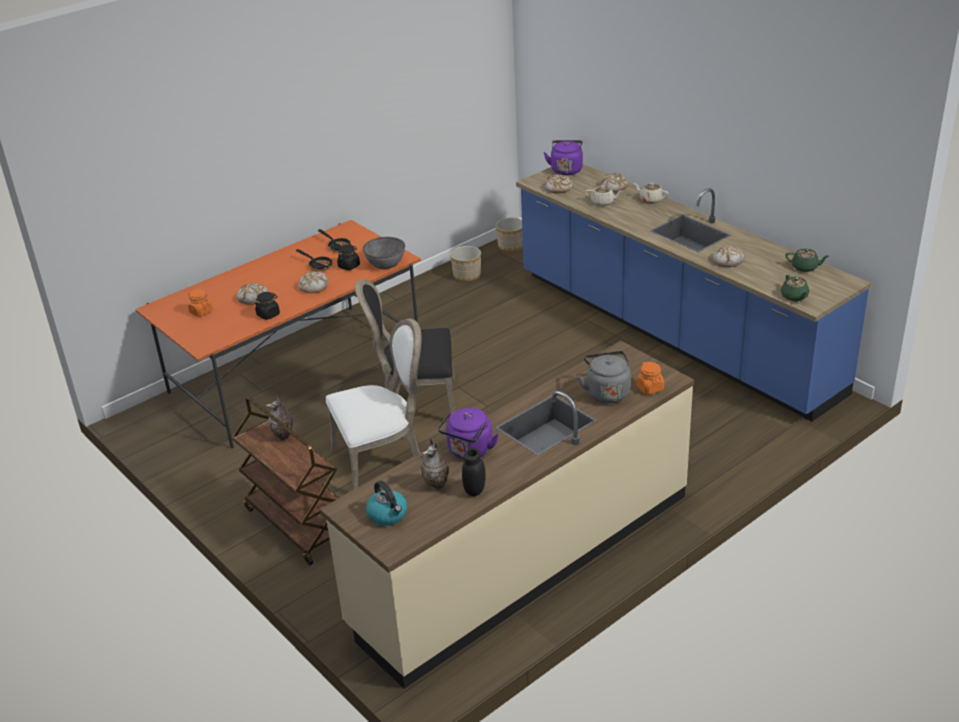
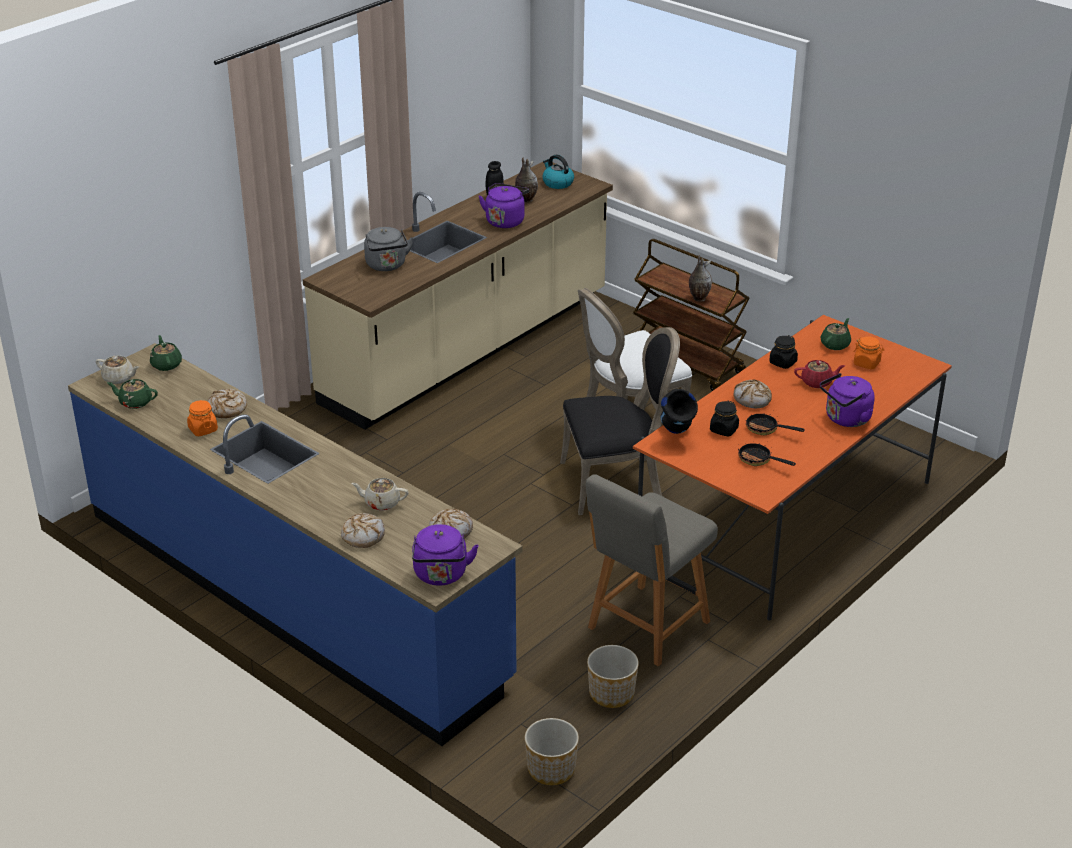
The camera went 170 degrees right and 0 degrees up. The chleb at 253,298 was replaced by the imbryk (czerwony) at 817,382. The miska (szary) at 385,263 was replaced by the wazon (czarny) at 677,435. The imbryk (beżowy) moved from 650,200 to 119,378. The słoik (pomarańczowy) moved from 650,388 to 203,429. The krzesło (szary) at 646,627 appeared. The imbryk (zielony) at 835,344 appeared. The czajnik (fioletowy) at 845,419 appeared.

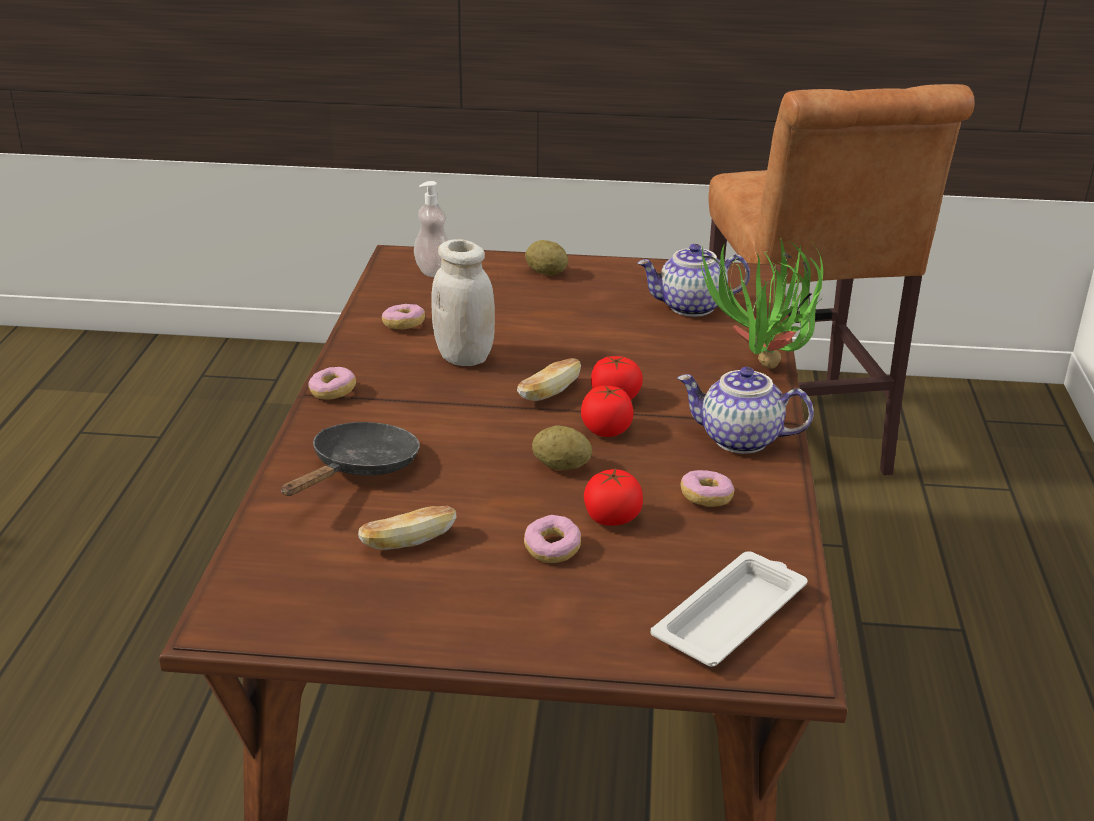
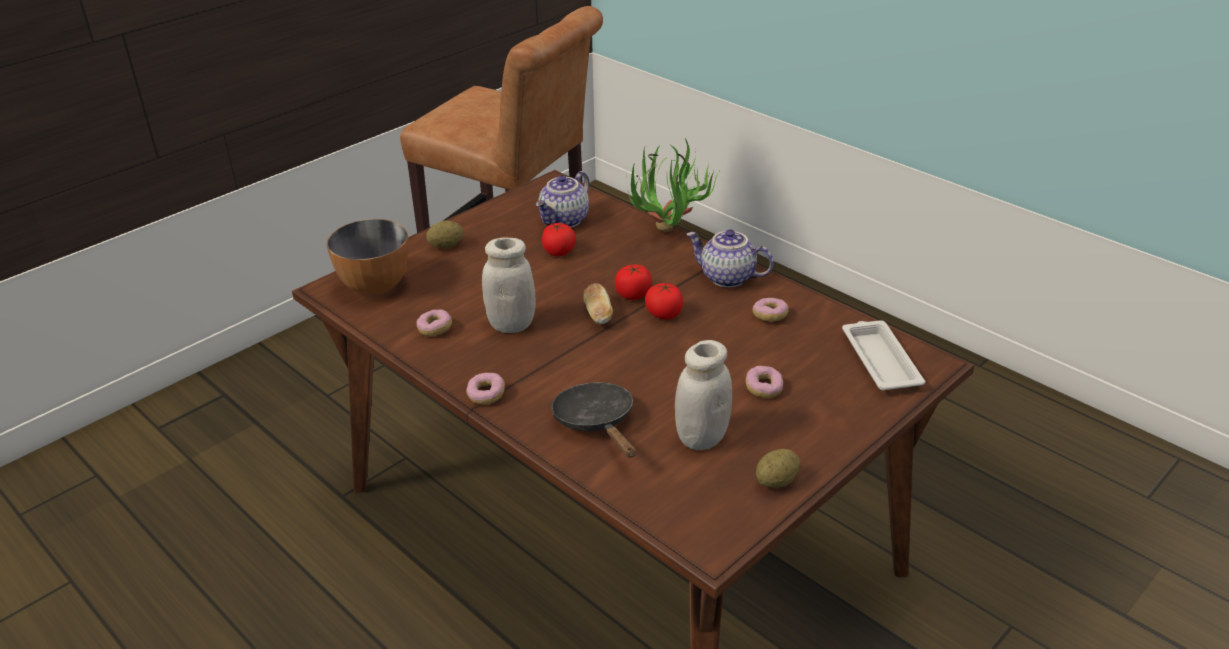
The camera went 50 degrees left and 5 degrees up. The chleb at 408,542 was replaced by the słoik (biały) at 701,437. The dozownik mydła at 433,271 was replaced by the miska at 376,285. The ziemniak moved from 561,466 to 776,481. The pomidor moved from 612,518 to 559,252. The imbryk at 739,440 turned 60 degrees clockwise.

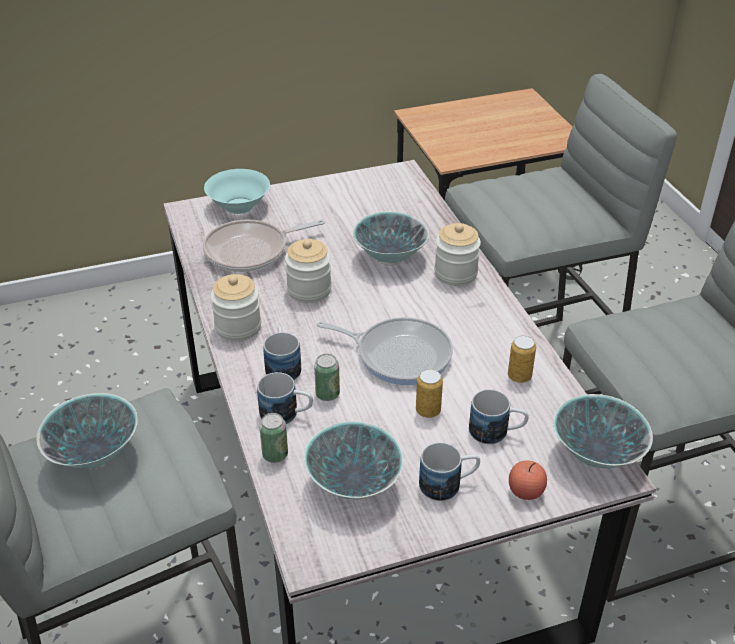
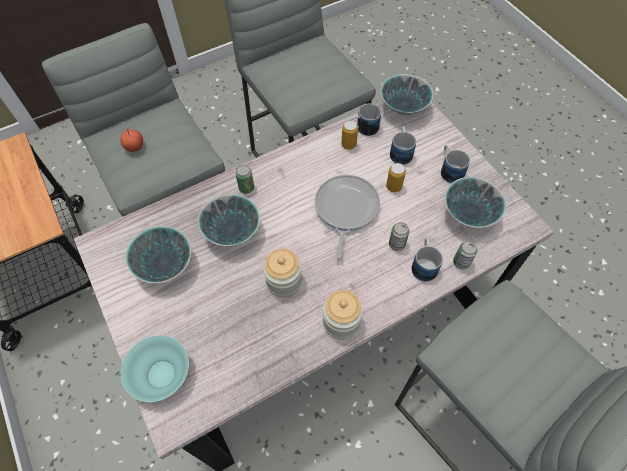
The camera went 100 degrees left and 20 degrees up. The miska moved from 96,456 to 164,265. The patelnia at 251,251 disappeared. The kubek moved from 282,366 to 363,129. The słoik at 455,273 was replaced by the puszka at 246,188. The jabłko moved from 525,491 to 134,147.

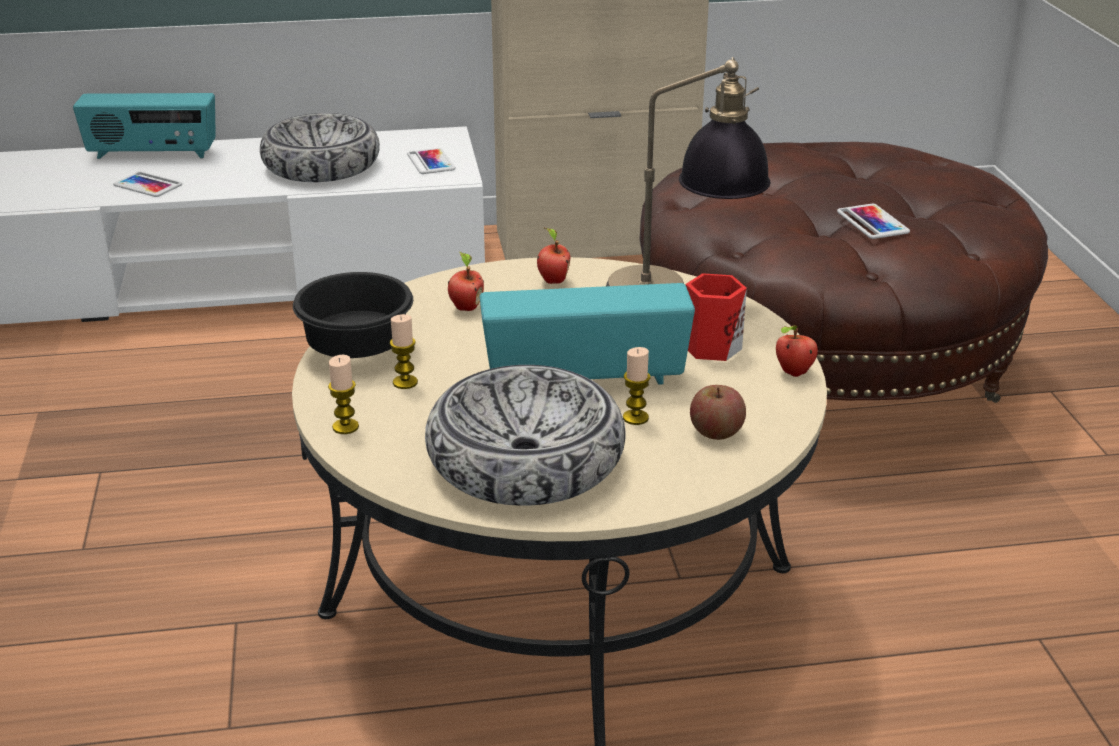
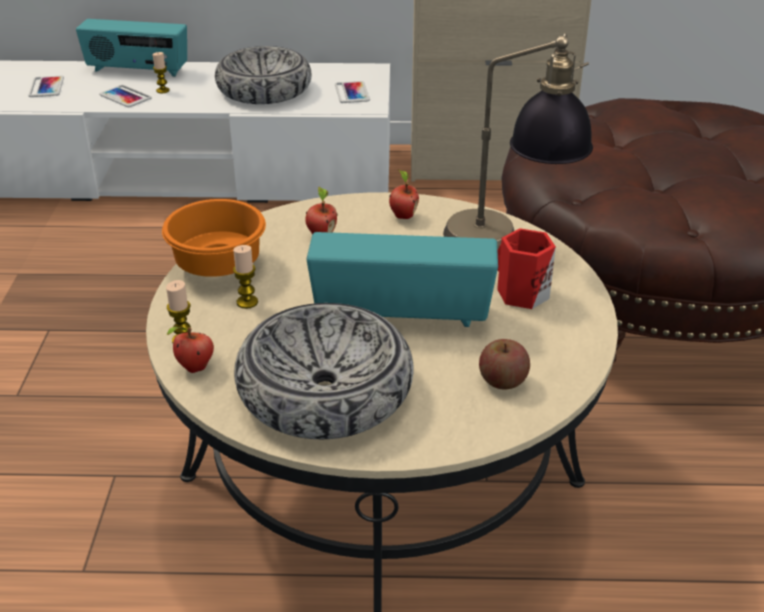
The camera went 10 degrees right and 5 degrees up. The miska (czarny) at 354,350 became the miska (pomarańczowy) at 215,267. The świeca moved from 635,418 to 163,90. The jabłko moved from 794,373 to 194,368. The telefon moved from 872,222 to 46,87.

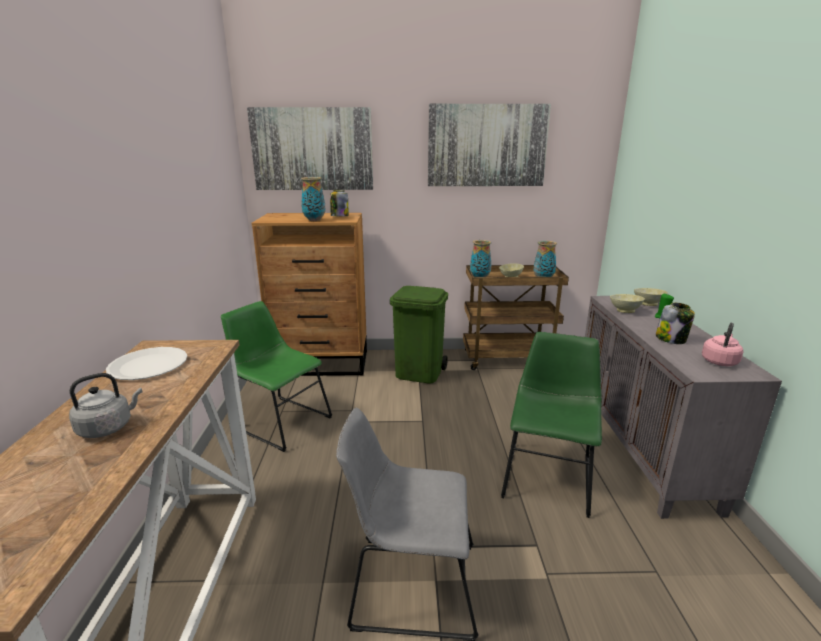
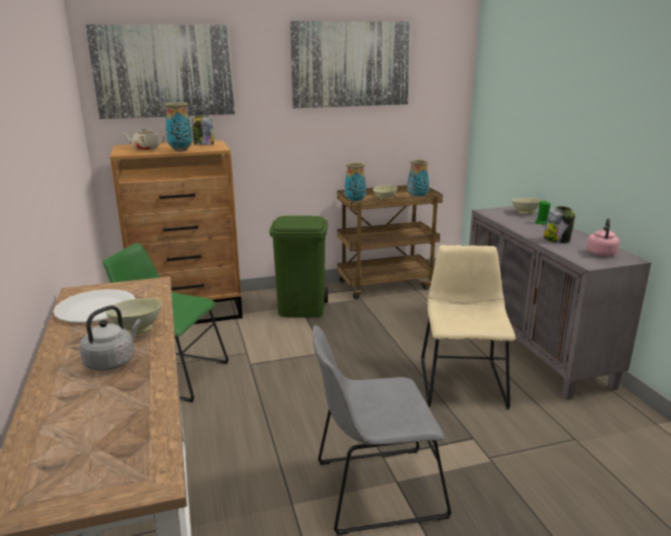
The camera went 15 degrees left and 0 degrees up. The krzesło (zielony) at 547,474 became the krzesło (beżowy) at 461,380. The miska (beżowy) moved from 625,311 to 138,329. The imbryk (beżowy) at 145,149 appeared.

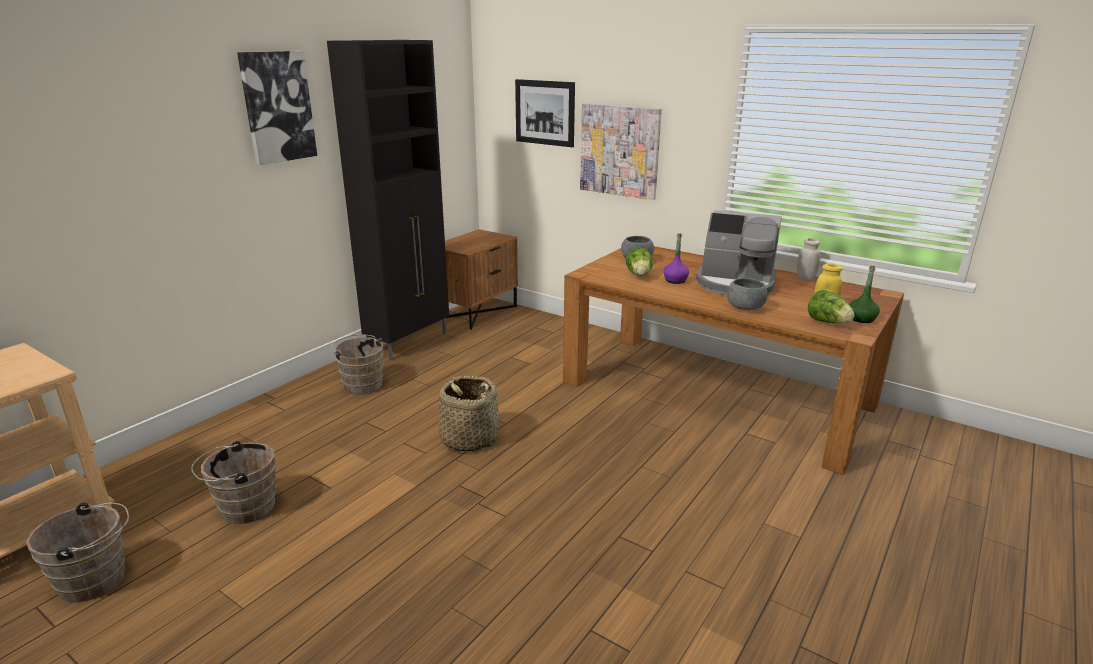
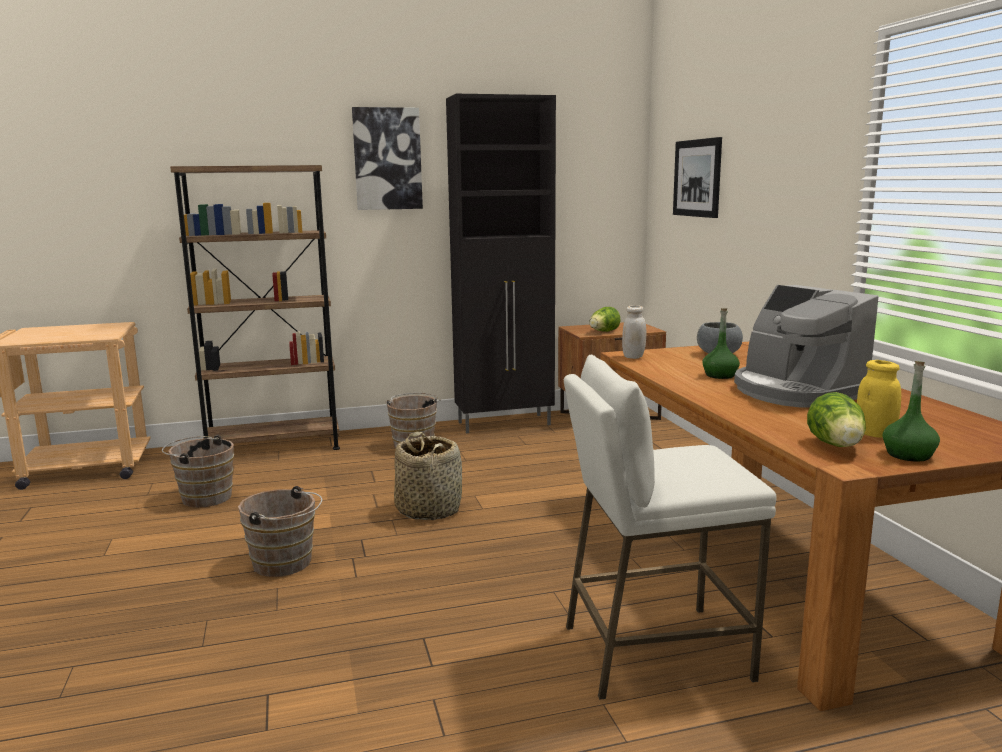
The camera went 40 degrees right and 10 degrees down. The wiadro (brązowy) moved from 98,579 to 286,564. The obraz at 619,151 disappeared. The sałata moved from 639,275 to 603,332. The butelka (fioletowy) at 675,280 became the butelka (zielony) at 720,375. The miska (szary) at 745,308 disappeared. The słoik (biały) moved from 805,278 to 633,357. The regał (brązowy) at 274,446 appeared. The stołek (biały) at 654,652 appeared.

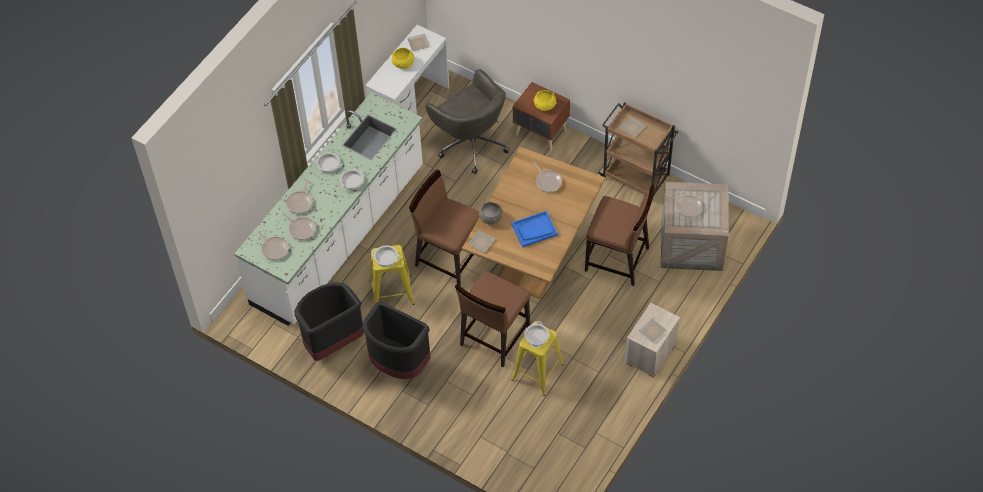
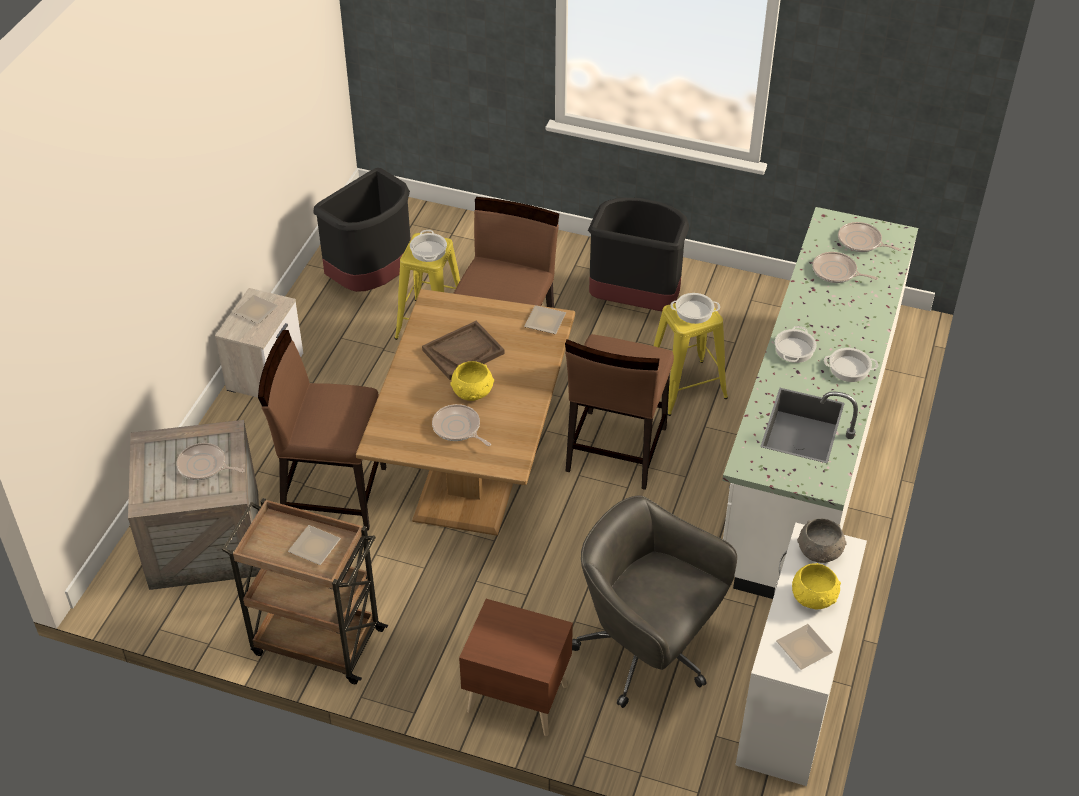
The camera went 165 degrees right and 10 degrees down. The patelnia at 300,202 disappeared. The kosz na śmieci (czarny) moved from 332,343 to 373,279. The krzesło (brązowy) at 449,257 turned 90 degrees clockwise. The miska (szary) moved from 490,218 to 820,552. The taca (niebieski) at 534,230 became the taca (brązowy) at 463,352. The miska (żółty) moved from 544,105 to 473,392.

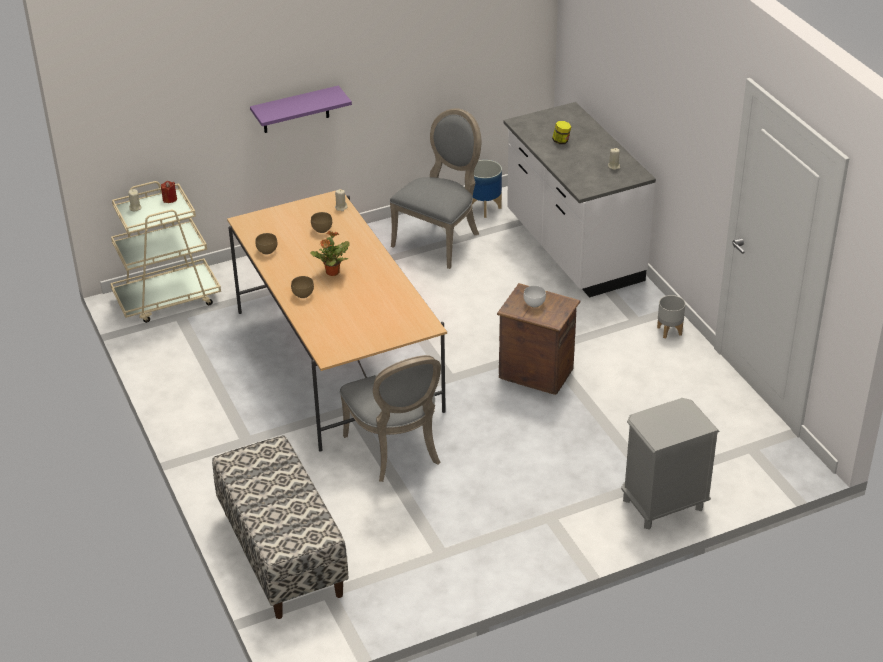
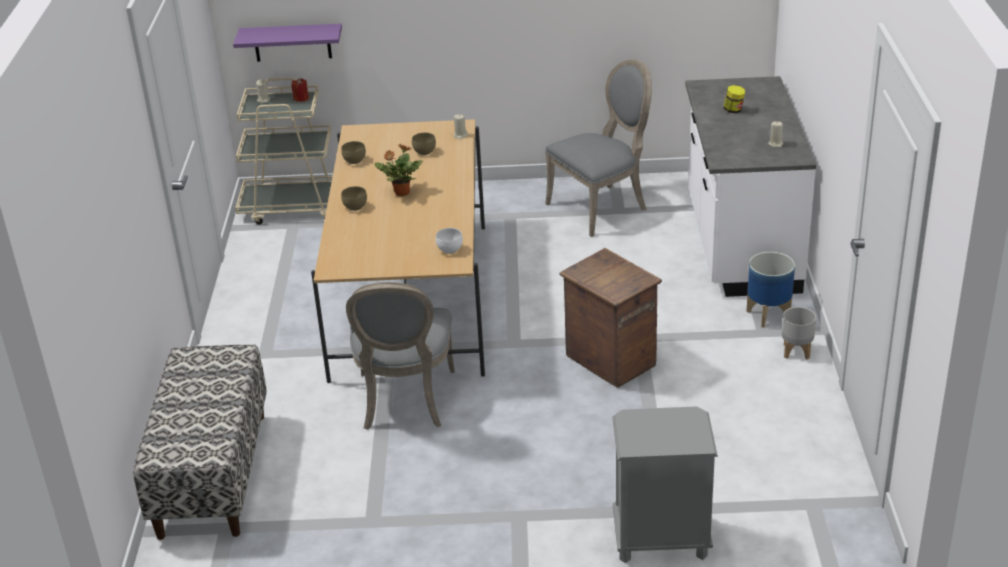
The camera went 25 degrees right and 5 degrees down. The półka (fioletowy) moved from 295,110 to 292,42. The donica moved from 485,208 to 768,315. The miska (biały) moved from 534,304 to 450,250.

